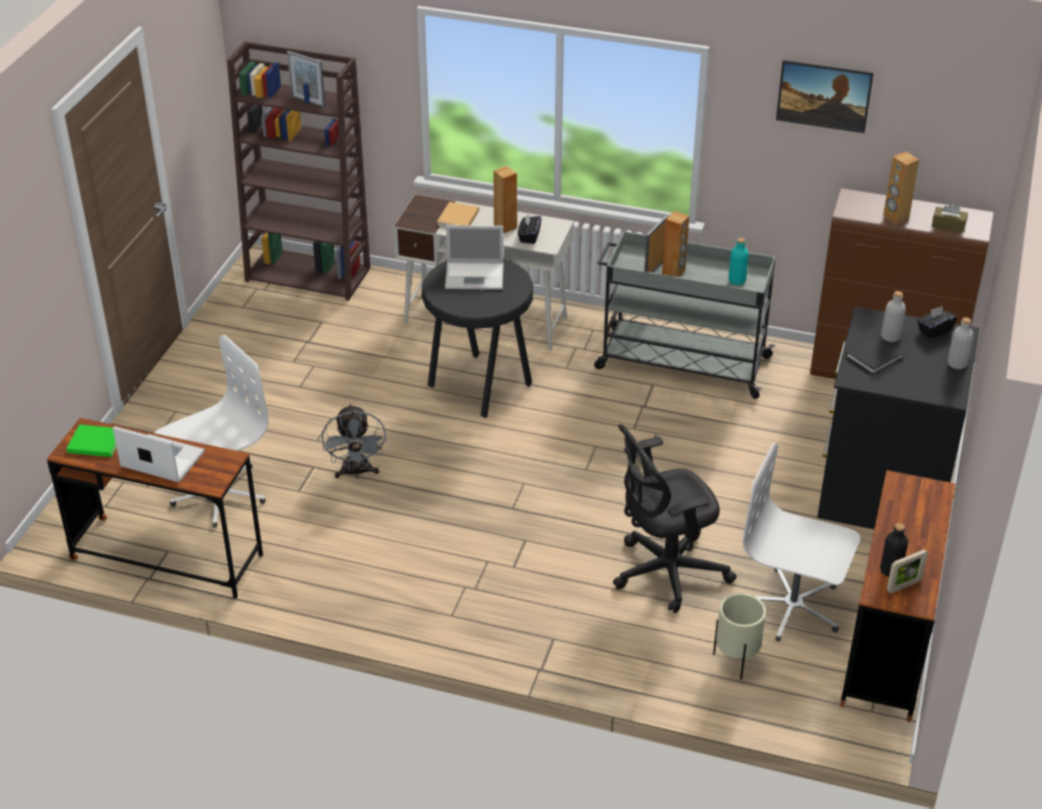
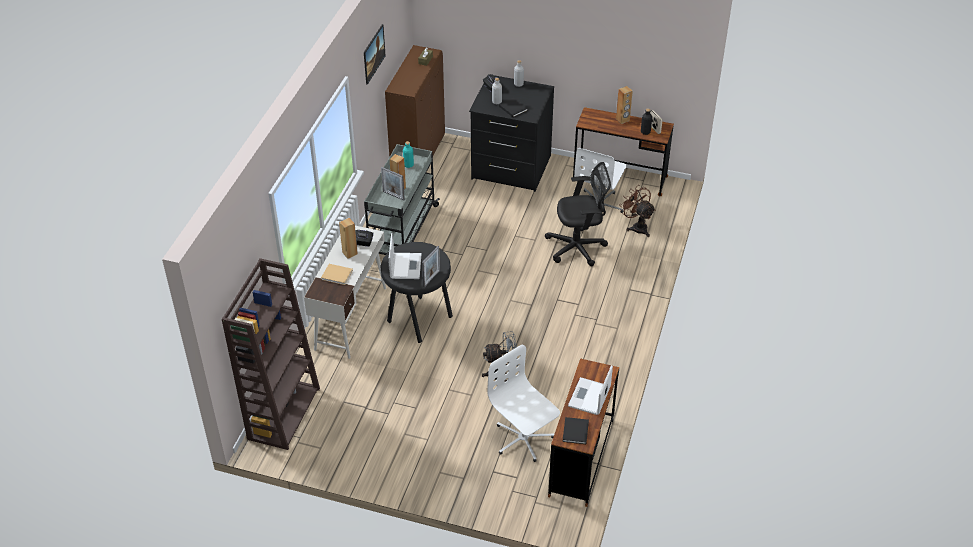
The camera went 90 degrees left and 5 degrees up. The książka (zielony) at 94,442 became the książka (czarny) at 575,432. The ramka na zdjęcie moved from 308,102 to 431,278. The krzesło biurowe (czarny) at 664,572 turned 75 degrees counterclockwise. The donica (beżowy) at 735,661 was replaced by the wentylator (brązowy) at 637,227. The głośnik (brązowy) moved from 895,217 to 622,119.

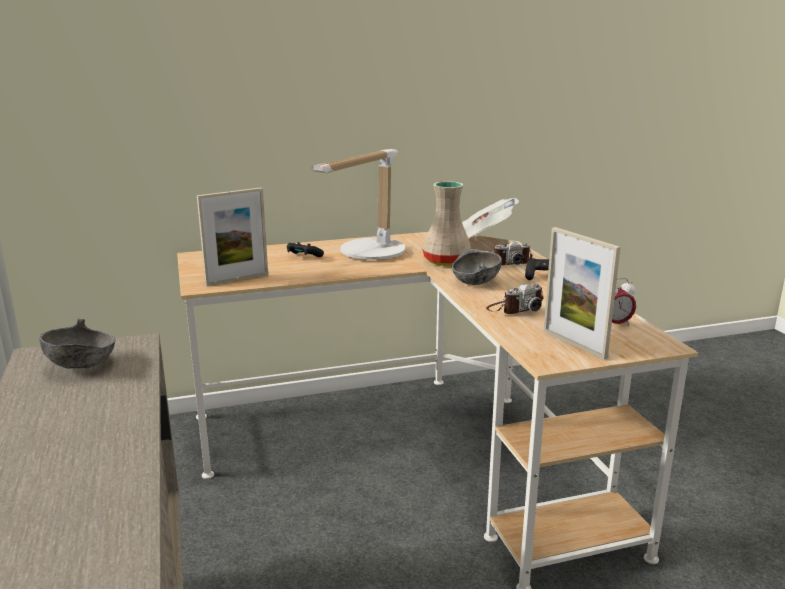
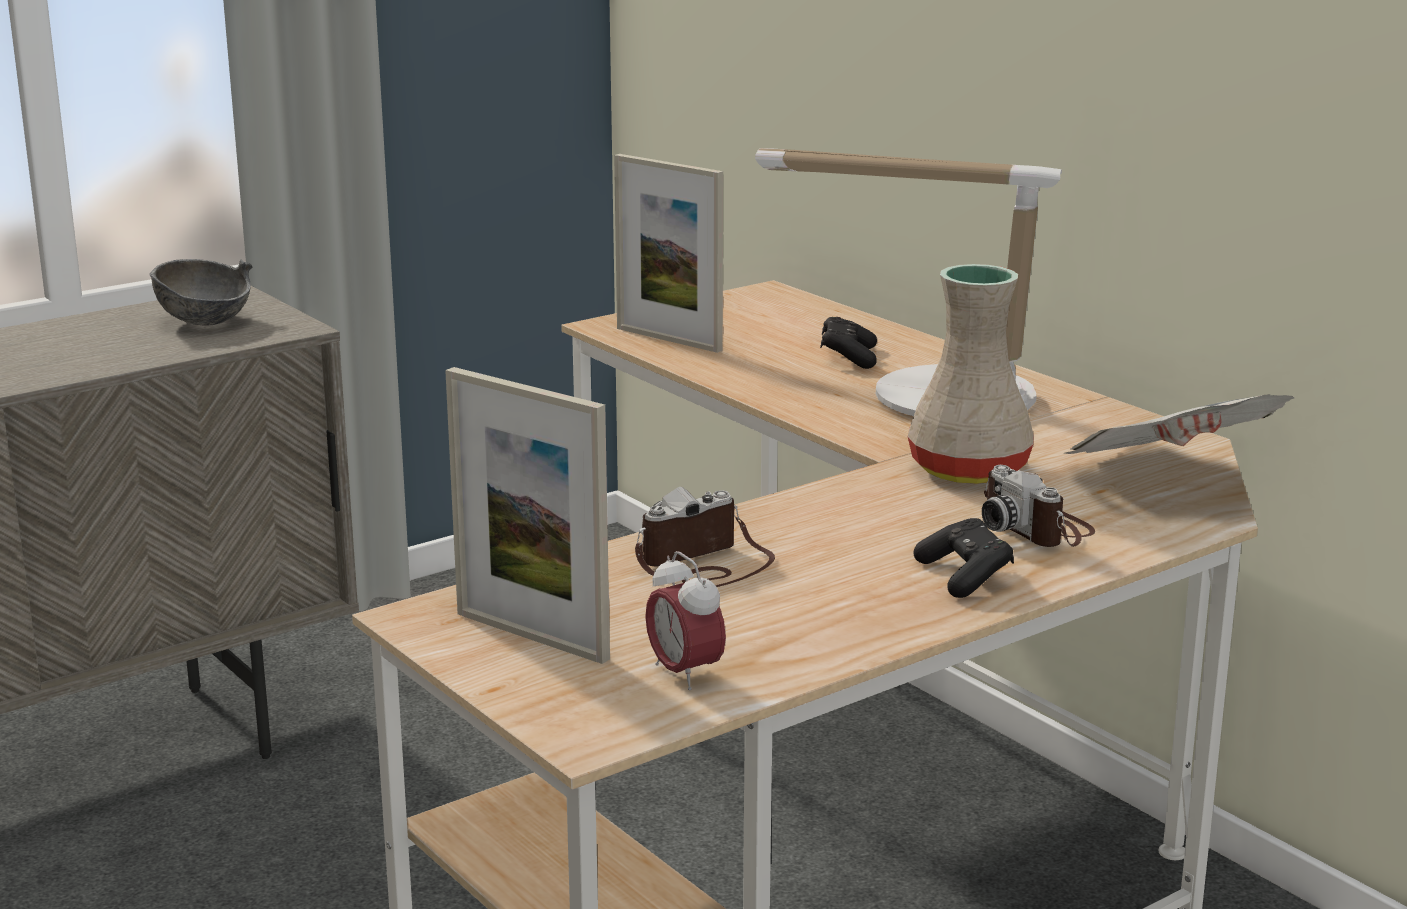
The camera went 70 degrees right and 0 degrees up. The miska (szary) at 475,282 disappeared. The aparat fotograficzny at 515,309 turned 105 degrees clockwise. The ramka na zdjęcie at 574,344 turned 90 degrees counterclockwise.

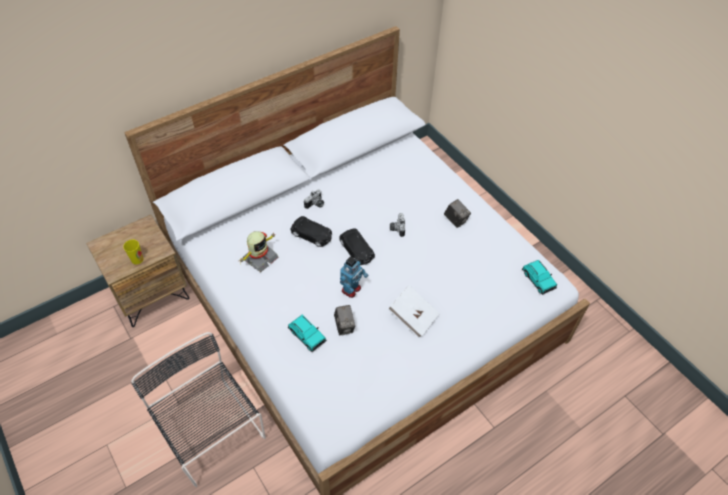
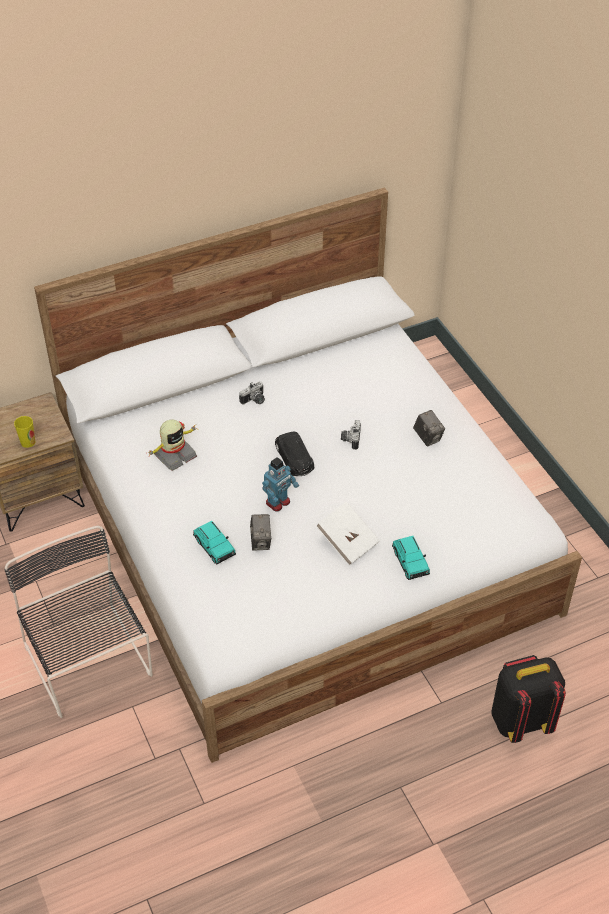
The camera went 10 degrees right and 5 degrees down. The samochodzik (czarny) at 312,235 disappeared. The samochodzik (turkusowy) moved from 538,280 to 410,562. The plecak (czarny) at 520,720 appeared.

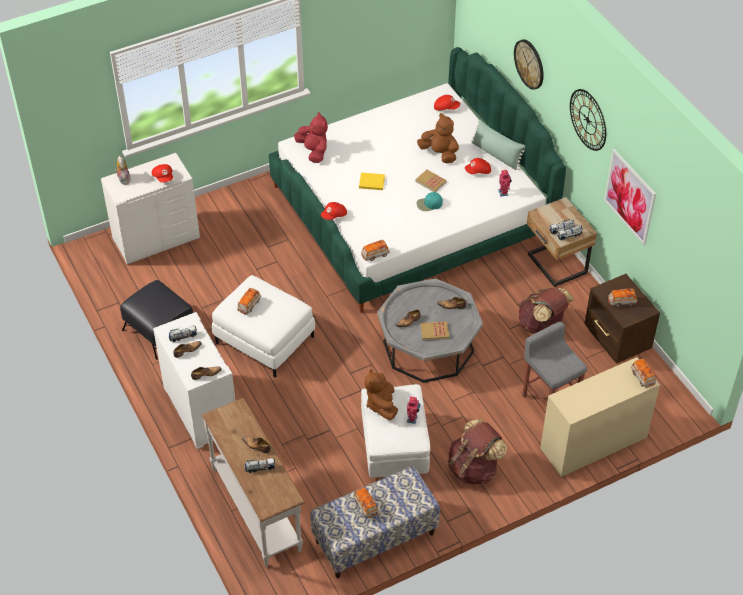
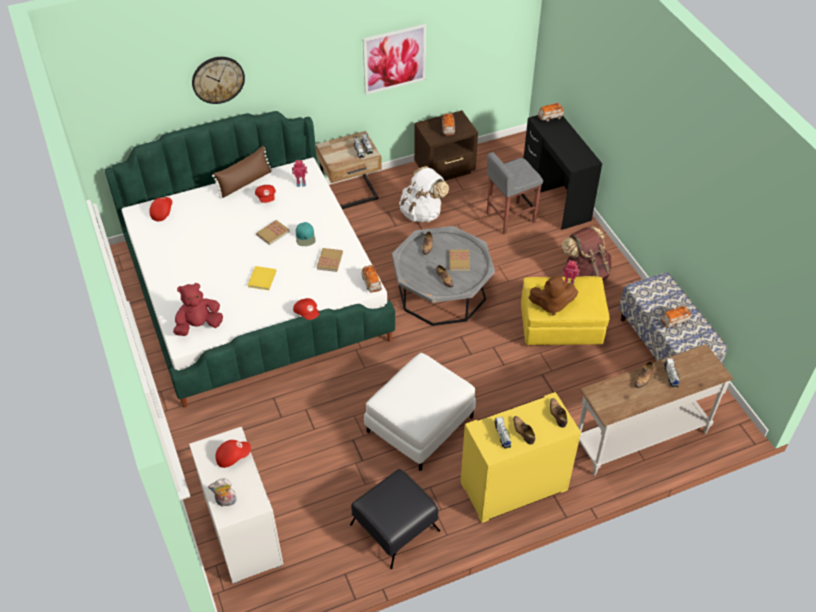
The camera went 85 degrees left and 0 degrees up. The komoda (biały) at 199,409 became the komoda (żółty) at 514,487. The samochodzik at 249,305 disappeared. The pufa (biały) at 394,445 became the pufa (żółty) at 560,327. The pluszak (brązowy) at 439,153 disappeared. The poduszka (zielony) at 496,154 became the poduszka (brązowy) at 245,182. The plecak (brązowy) at 541,324 became the plecak (biały) at 422,212. The biurko (beżowy) at 593,443 became the biurko (czarny) at 556,197. The zegar ścienny at 588,119 disappeared. The książka at 330,261 appeared.

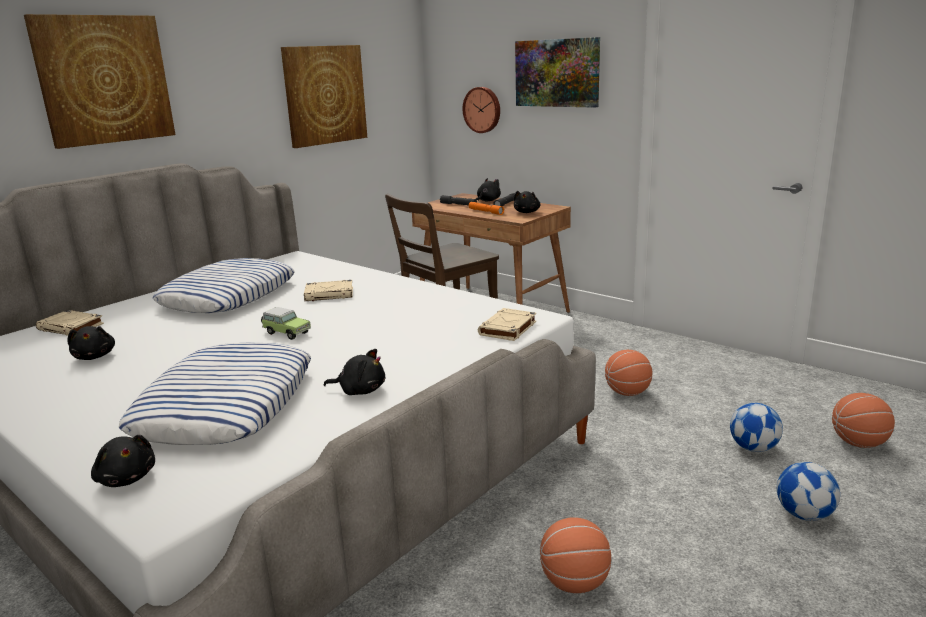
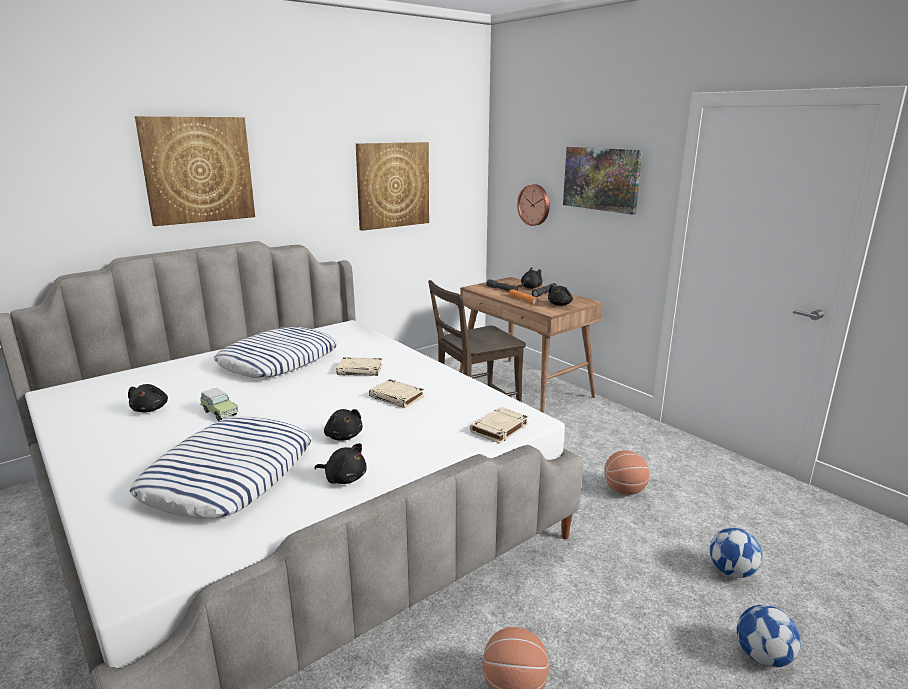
The camera went 10 degrees right and 0 degrees up. The książka (beżowy) moved from 72,327 to 397,397. The pluszak (czarny) moved from 127,478 to 343,436. The samochodzik moved from 286,333 to 219,412. The piłka do koszykówki at 858,443 disappeared.

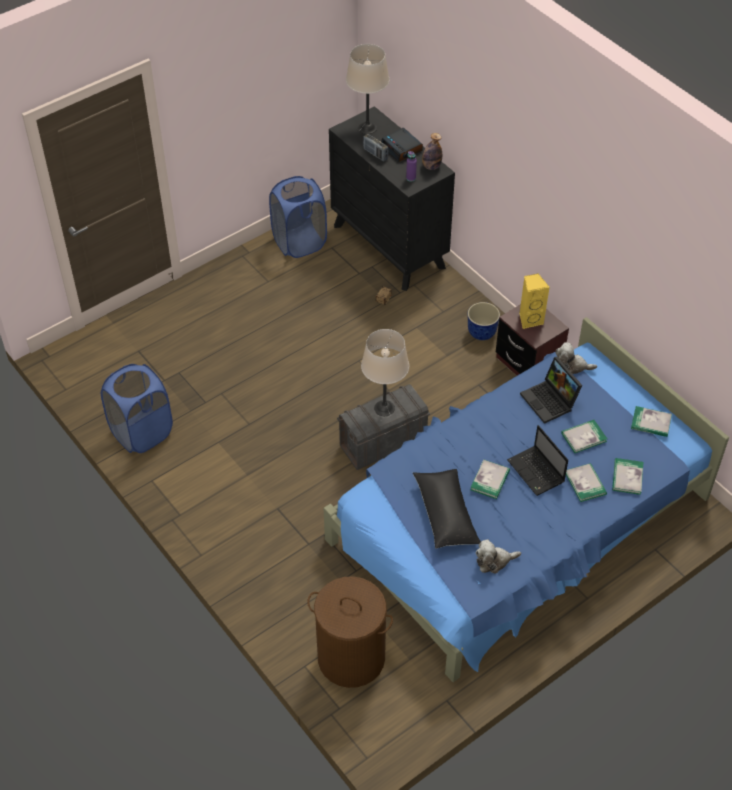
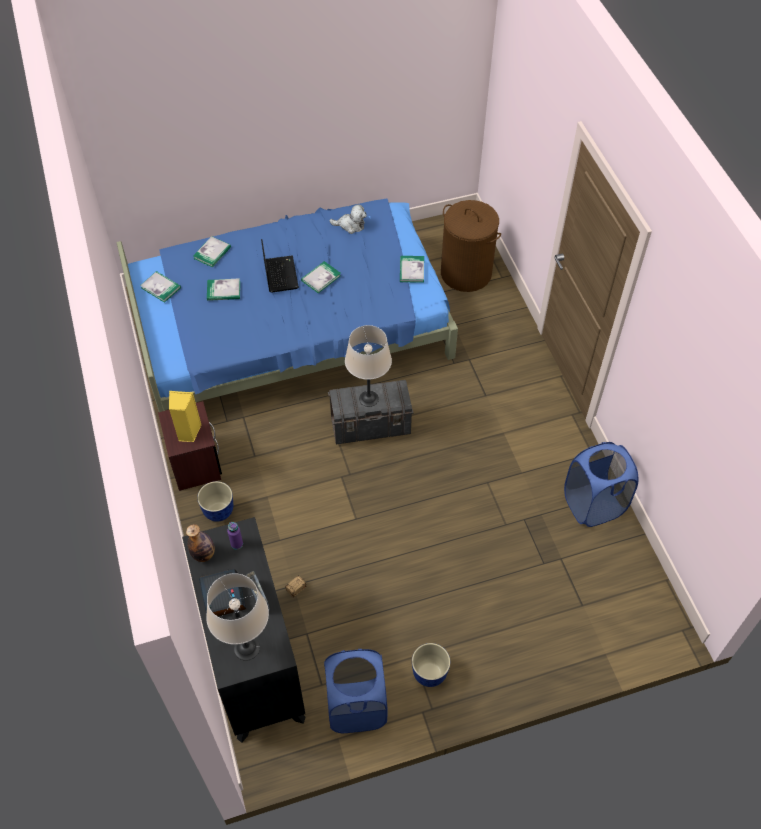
The camera went 160 degrees left and 5 degrees up. The poduszka (czarny) at 445,514 disappeared. The laptop at 550,401 disappeared. The pluszak at 572,366 disappeared. The książka moved from 585,483 to 411,270. The donica at 429,674 appeared.

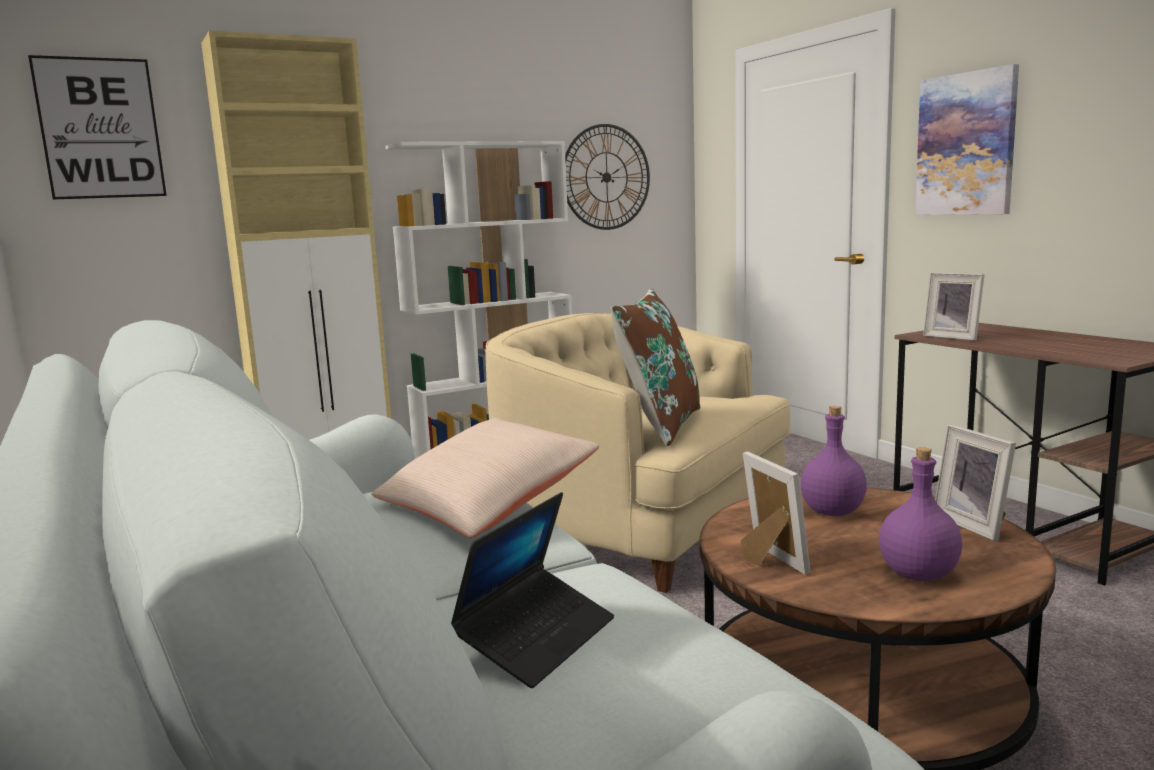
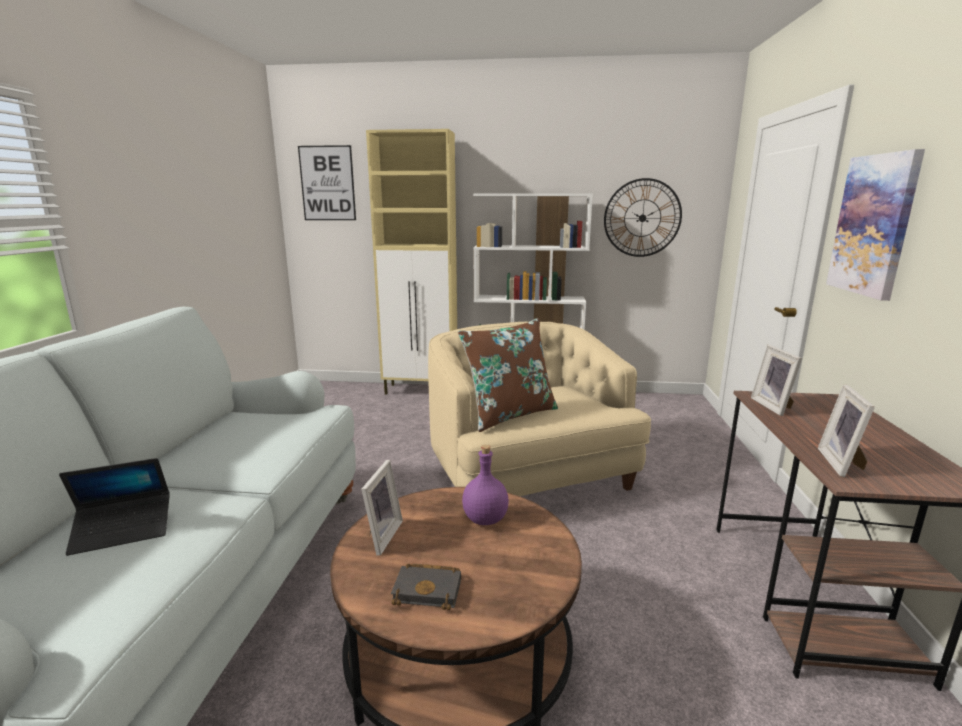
The camera went 35 degrees right and 5 degrees up. The poduszka (beżowy) at 486,504 disappeared. The butelka (fioletowy) at 917,574 was replaced by the książka (czarny) at 429,589. The ramka na zdjęcie moved from 975,525 to 843,463.

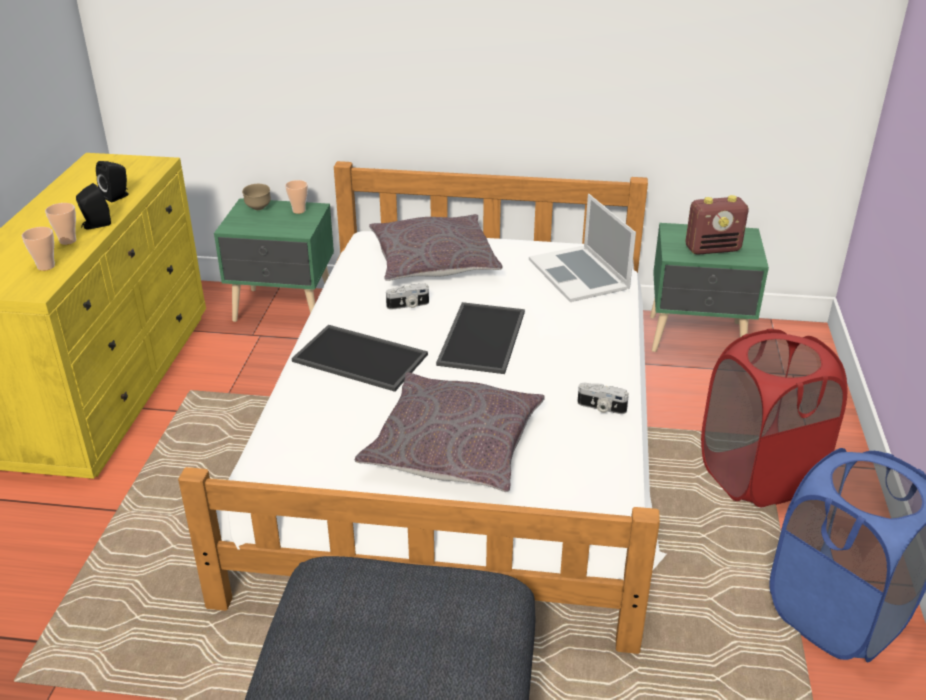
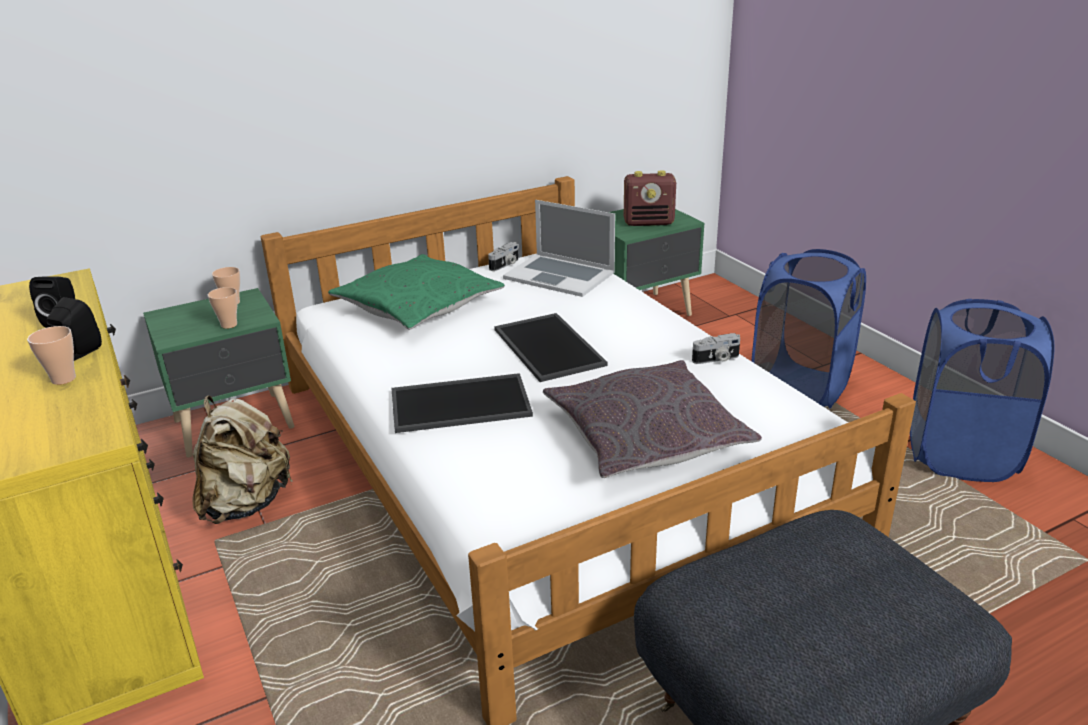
The camera went 35 degrees left and 5 degrees down. The filiżanka moved from 46,266 to 229,325. The miska (brązowy) at 258,208 disappeared. The poduszka (szary) at 433,261 became the poduszka (zielony) at 418,306. The aparat fotograficzny moved from 408,305 to 505,265. The radio at 713,249 turned 45 degrees clockwise. The kosz na pranie (czerwony) at 758,476 became the kosz na pranie (niebieski) at 800,389. The plecak (beżowy) at 246,503 appeared.

